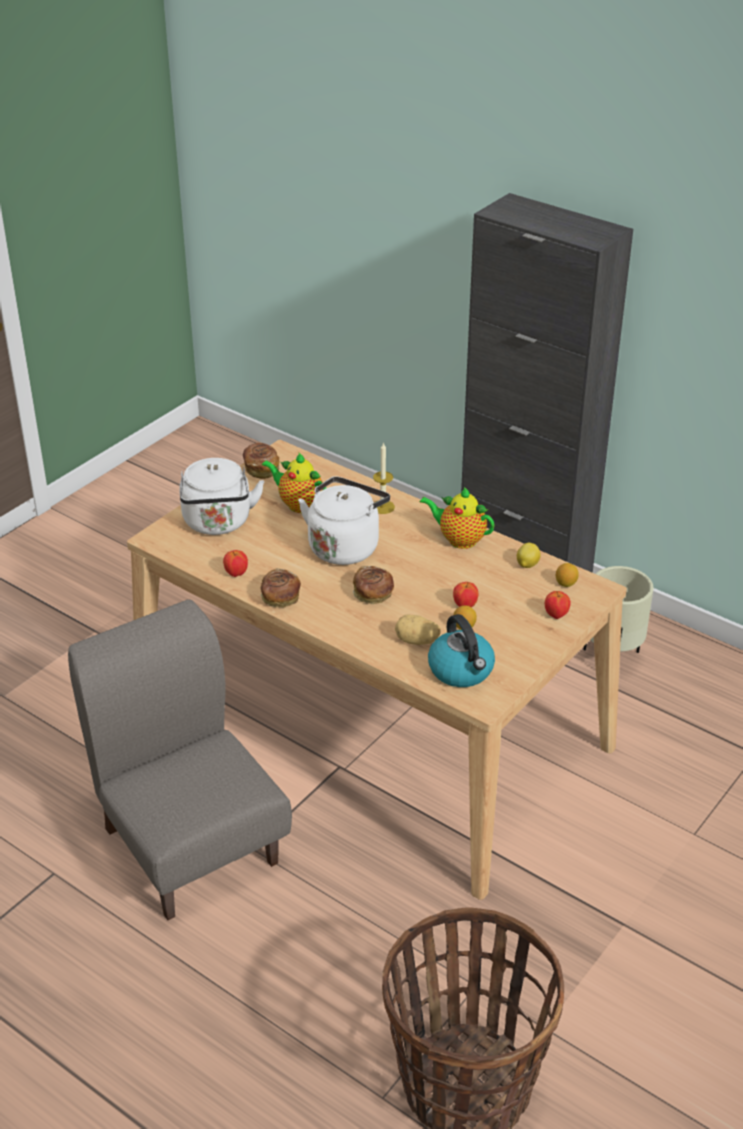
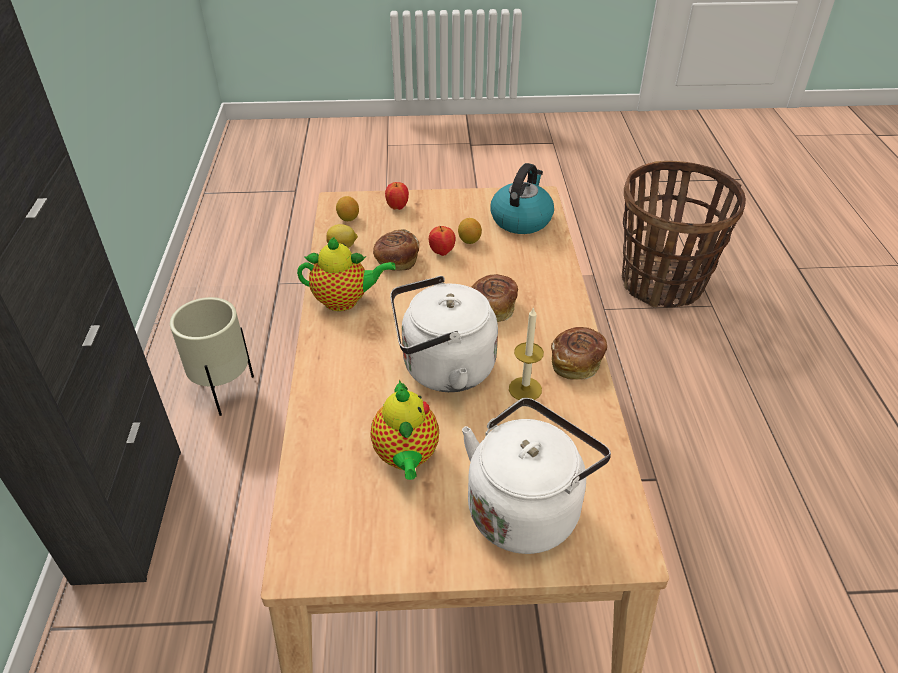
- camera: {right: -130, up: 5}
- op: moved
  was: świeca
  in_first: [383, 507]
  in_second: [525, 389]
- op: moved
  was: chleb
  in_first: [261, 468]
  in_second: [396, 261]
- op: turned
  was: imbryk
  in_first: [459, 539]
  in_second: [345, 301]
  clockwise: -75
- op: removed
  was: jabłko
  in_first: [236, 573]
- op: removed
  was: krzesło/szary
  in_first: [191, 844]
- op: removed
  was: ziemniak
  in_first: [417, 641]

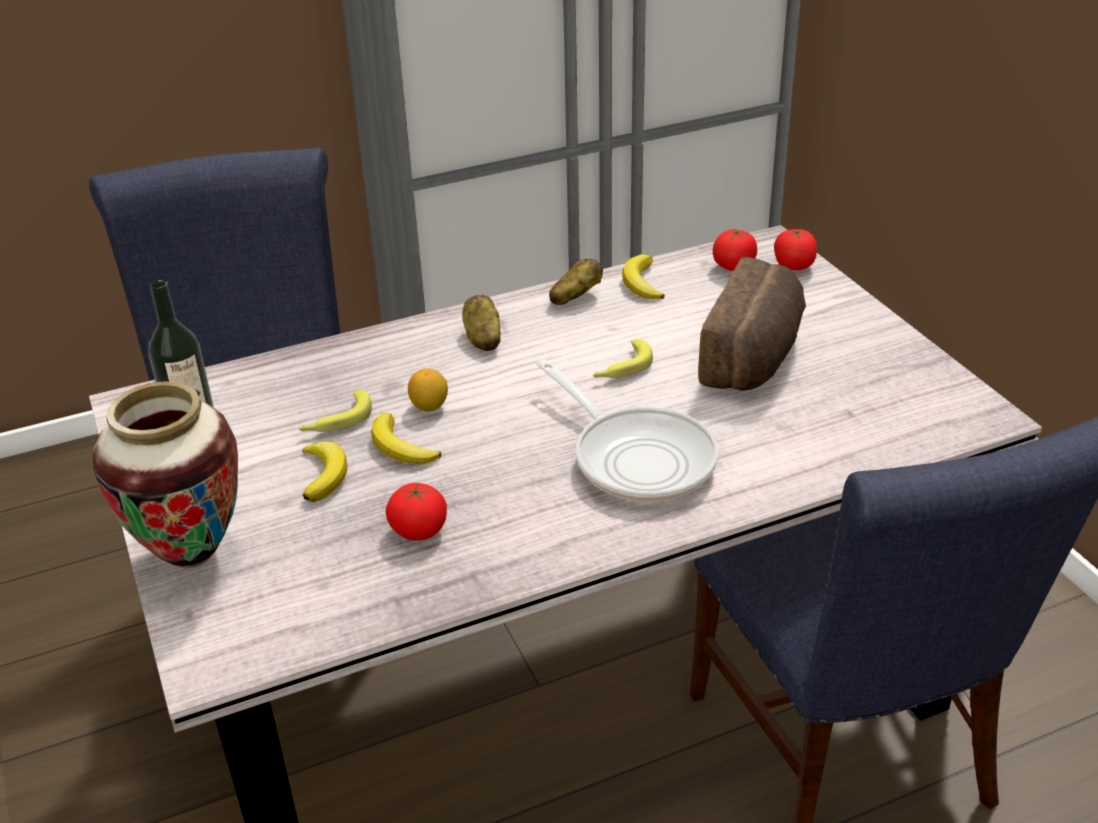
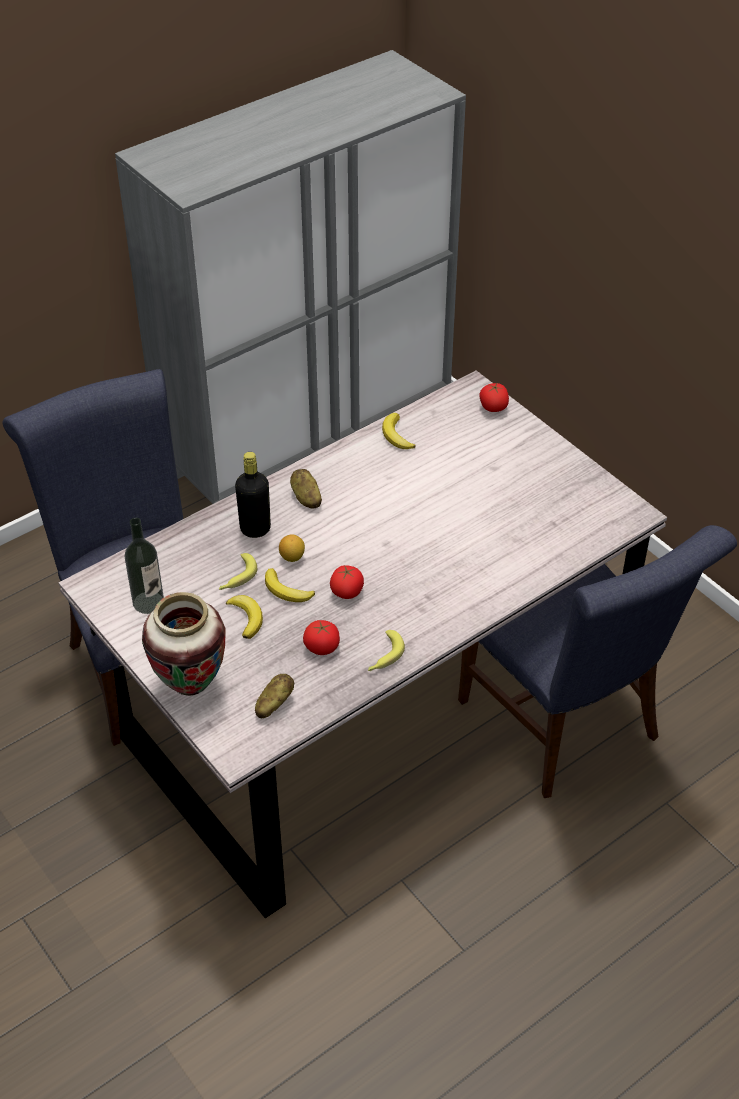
- camera: {right: -15, up: 10}
- op: moved
  was: pomidor
  in_first: [733, 267]
  in_second: [347, 592]
- op: removed
  was: chleb
  in_first: [755, 356]
- op: moved
  was: ziemniak
  in_first: [575, 297]
  in_second: [274, 704]
- op: moved
  was: banan
  in_first: [621, 368]
  in_second: [384, 656]
- op: removed
  was: patelnia
  in_first: [637, 457]
- op: added
  now: butelka/czarny
  in_second: [255, 529]

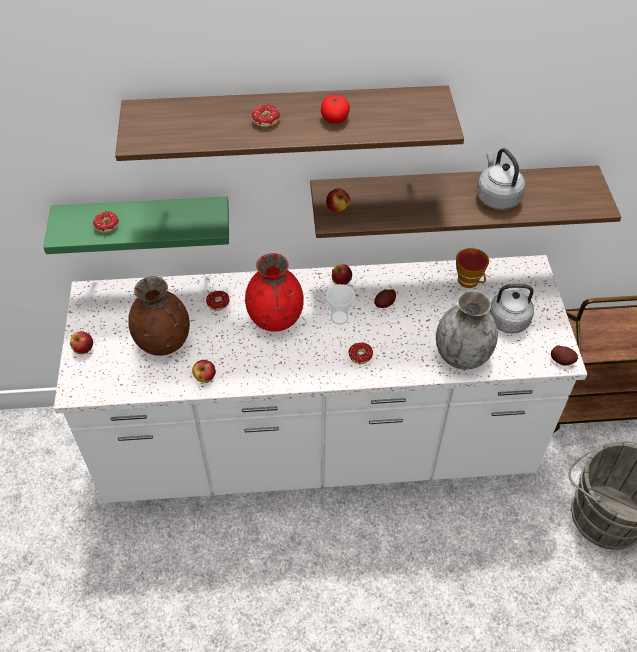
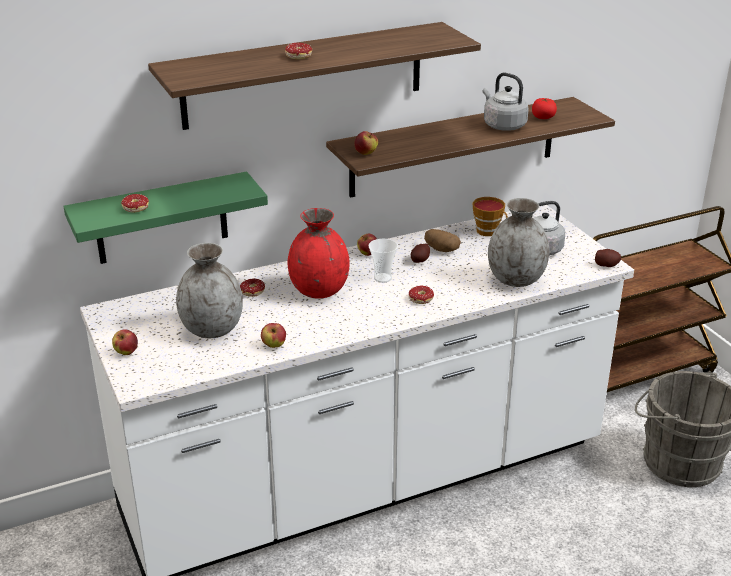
- camera: {right: -20, up: -20}
- op: moved
  was: pomidor
  in_first: [334, 118]
  in_second: [543, 117]
- op: recoloured
  was: wazon/brązowy
  now: wazon/szary
  in_first: [164, 341]
  in_second: [212, 329]
- op: added
  now: ziemniak
  in_second: [441, 249]

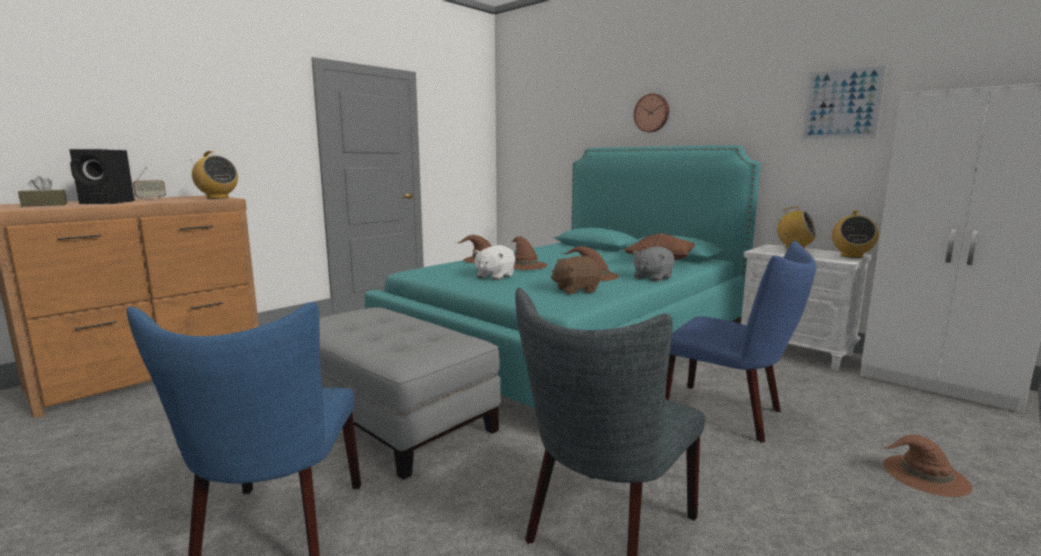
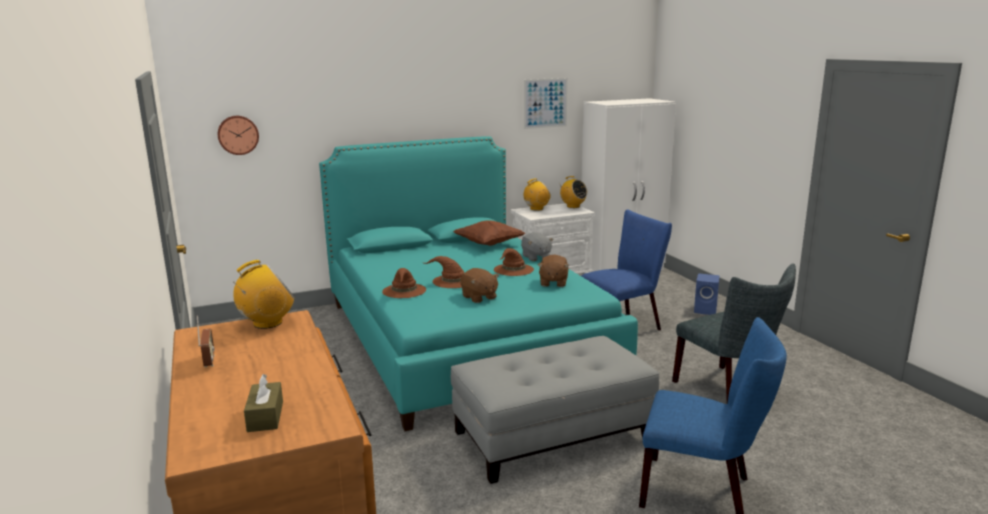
- camera: {right: -65, up: 5}
- op: moved
  was: zegar ścienny
  in_first: [652, 113]
  in_second: [238, 135]
- op: removed
  was: głośnik/czarny
  in_first: [109, 202]
- op: recoloured
  was: pluszak/biały
  now: pluszak/brązowy
  in_first: [494, 276]
  in_second: [479, 297]
- op: replaced
  was: kapelusz/brązowy
  now: głośnik/niebieski
  in_first: [925, 475]
  in_second: [706, 310]

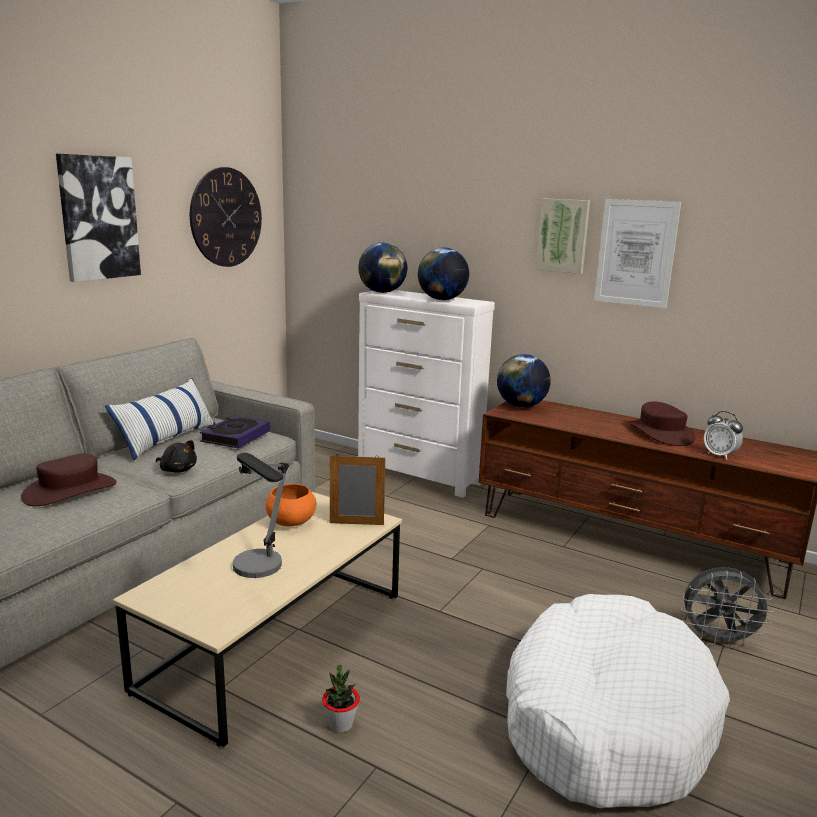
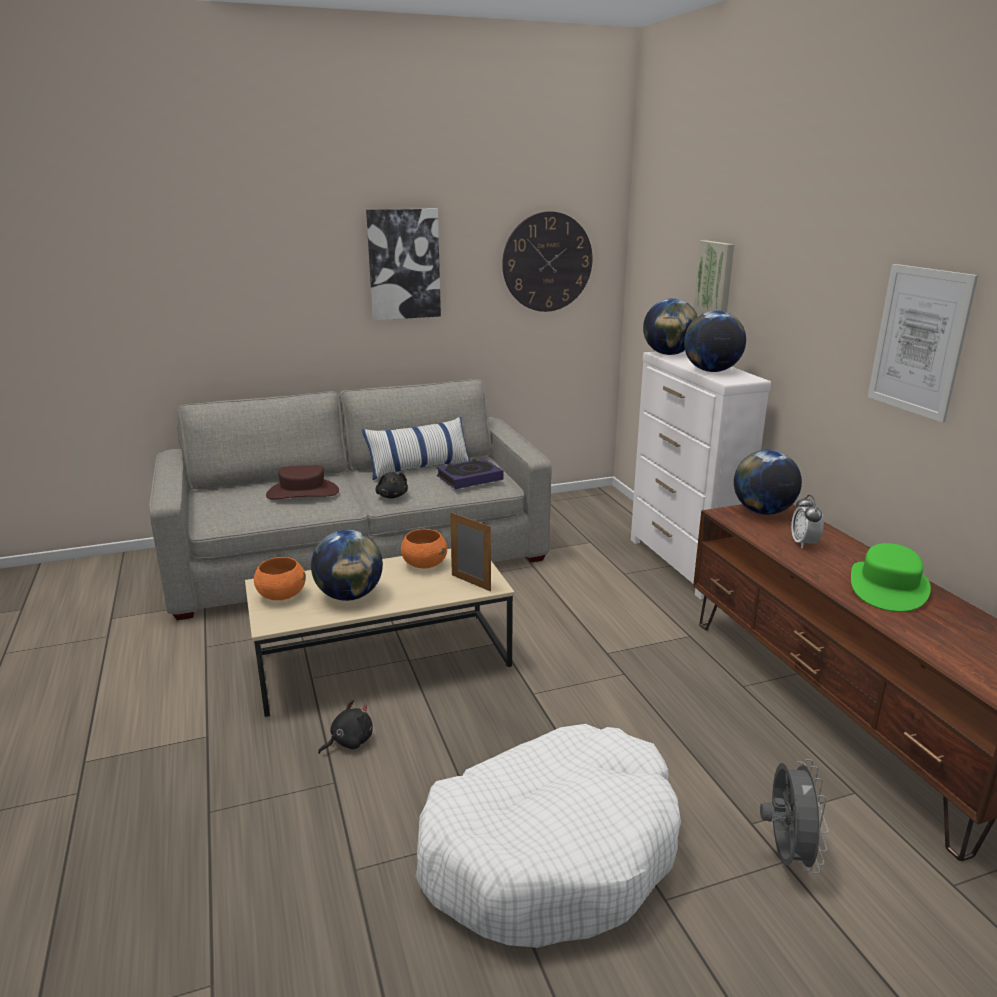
- camera: {right: 40, up: 5}
- op: moved
  was: obraz
  in_first: [563, 235]
  in_second: [715, 280]
- op: recoloured
  was: kapelusz/brązowy
  now: kapelusz/zielony
  in_first: [660, 433]
  in_second: [888, 587]
- op: moved
  was: budzik
  in_first: [720, 455]
  in_second: [804, 543]
- op: replaced
  was: lampa stołowa
  now: globus
  in_first: [262, 572]
  in_second: [349, 596]
- op: turned
  was: wentylator/szary
  in_first: [718, 640]
  in_second: [786, 854]
  clockwise: -135
- op: replaced
  was: roślina doniczkowa
  now: pluszak/czarny
  in_first: [340, 724]
  in_second: [349, 741]
- op: added
  now: miska/pomarańczowy
  in_second: [281, 596]

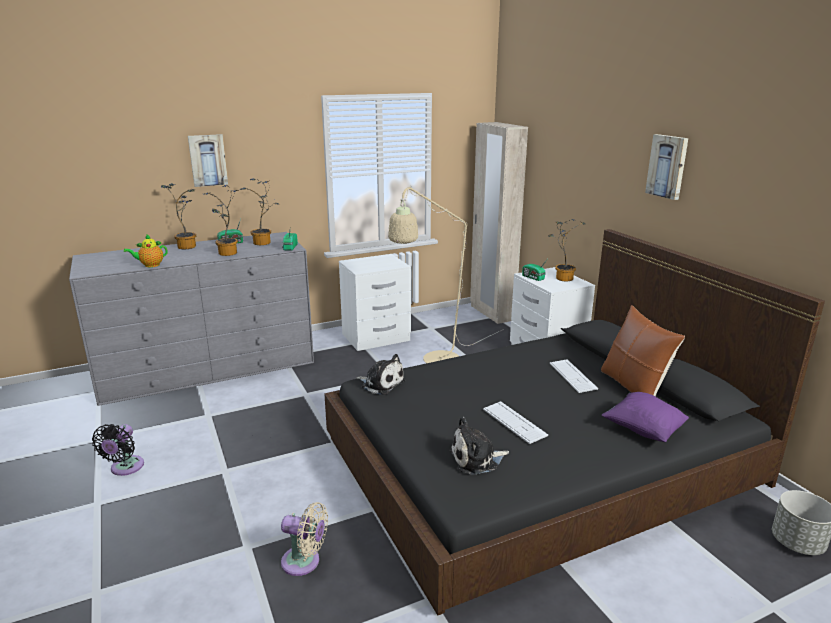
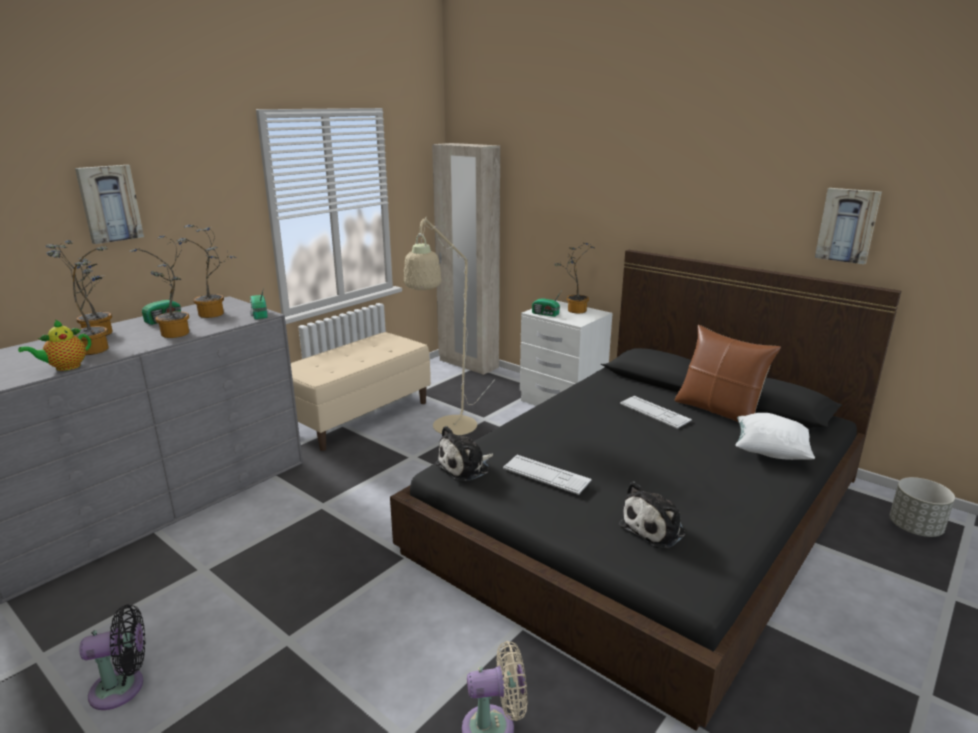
- camera: {right: -25, up: 0}
- op: moved
  was: obraz
  in_first: [668, 166]
  in_second: [847, 225]
- op: replaced
  was: szafka nocna/biały
  now: ławka/beżowy
  in_first: [376, 338]
  in_second: [359, 416]
- op: turned
  was: pluszak
  in_first: [381, 383]
  in_second: [466, 467]
  clockwise: 135
- op: recoloured
  was: poduszka/fioletowy
  now: poduszka/biały
  in_first: [643, 430]
  in_second: [770, 452]
- op: moved
  was: klawiatura
  in_first: [514, 422]
  in_second: [546, 475]
- op: turned
  was: wentylator/czarny
  in_first: [125, 468]
  in_second: [123, 687]
  clockwise: -90
- op: added
  now: roślina doniczkowa
  in_second: [96, 348]

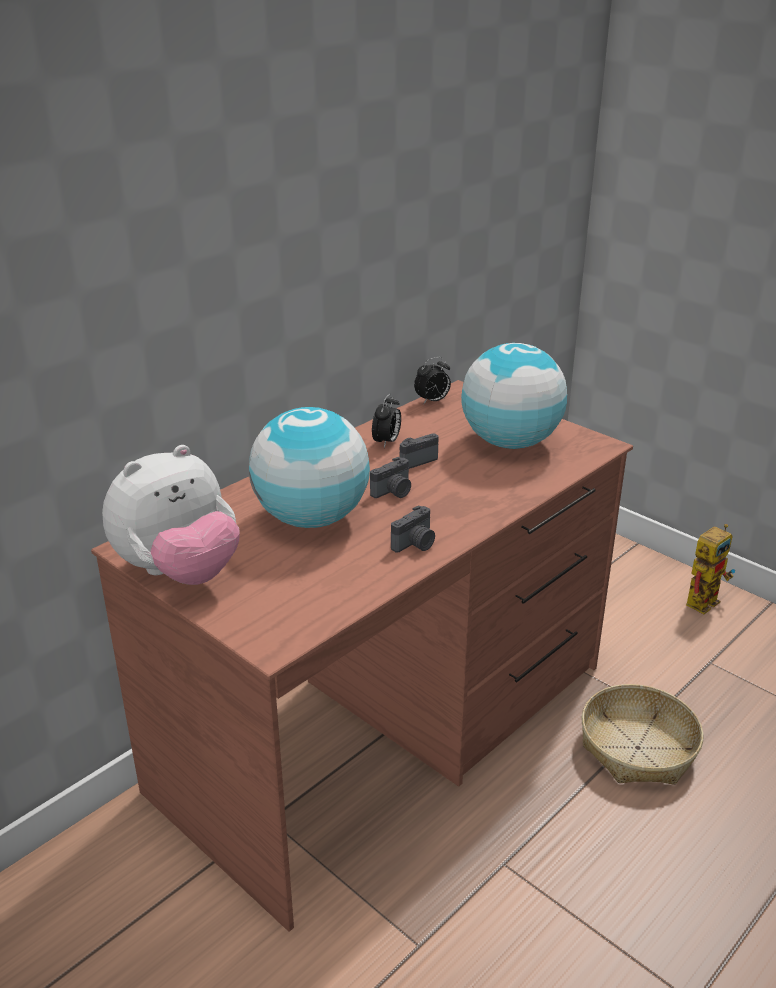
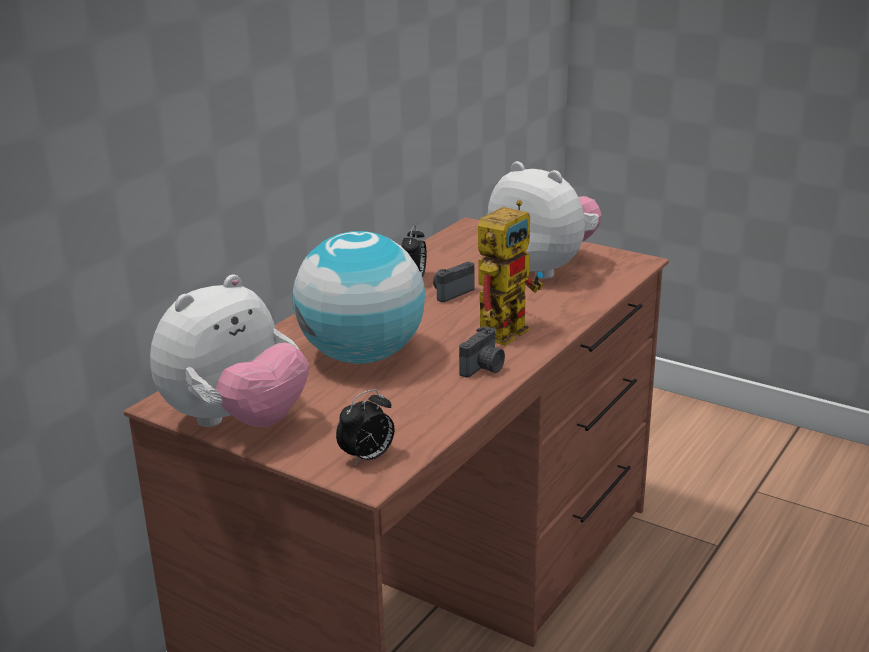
- camera: {right: -10, up: -5}
- op: replaced
  was: globus
  now: pluszak
  in_first: [510, 442]
  in_second: [543, 268]
- op: moved
  was: budzik
  in_first: [432, 401]
  in_second: [367, 458]
- op: removed
  was: aparat fotograficzny
  in_first: [393, 492]
- op: moved
  was: robot zabawkowy
  in_first: [704, 599]
  in_second: [506, 327]
- op: removed
  was: koszyk
  in_first: [638, 748]

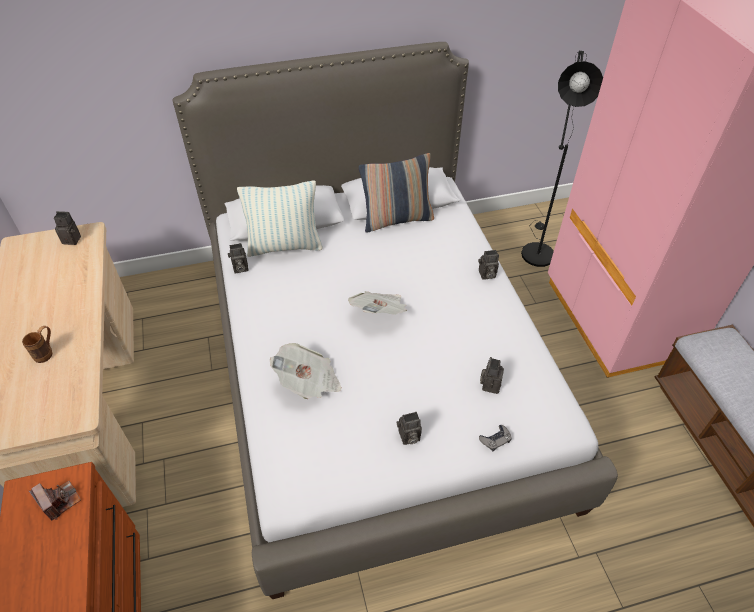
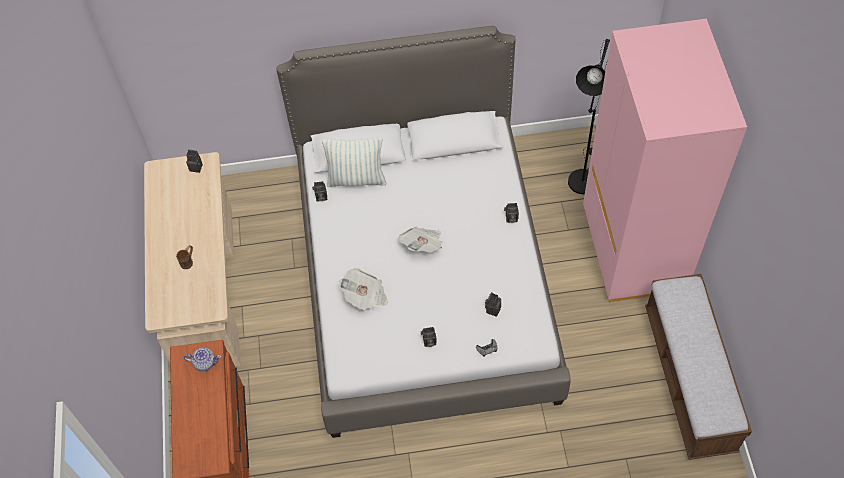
- camera: {right: 10, up: 10}
- op: removed
  was: poduszka
  in_first: [397, 219]
- op: replaced
  was: aparat fotograficzny
  now: imbryk
  in_first: [59, 501]
  in_second: [205, 362]

